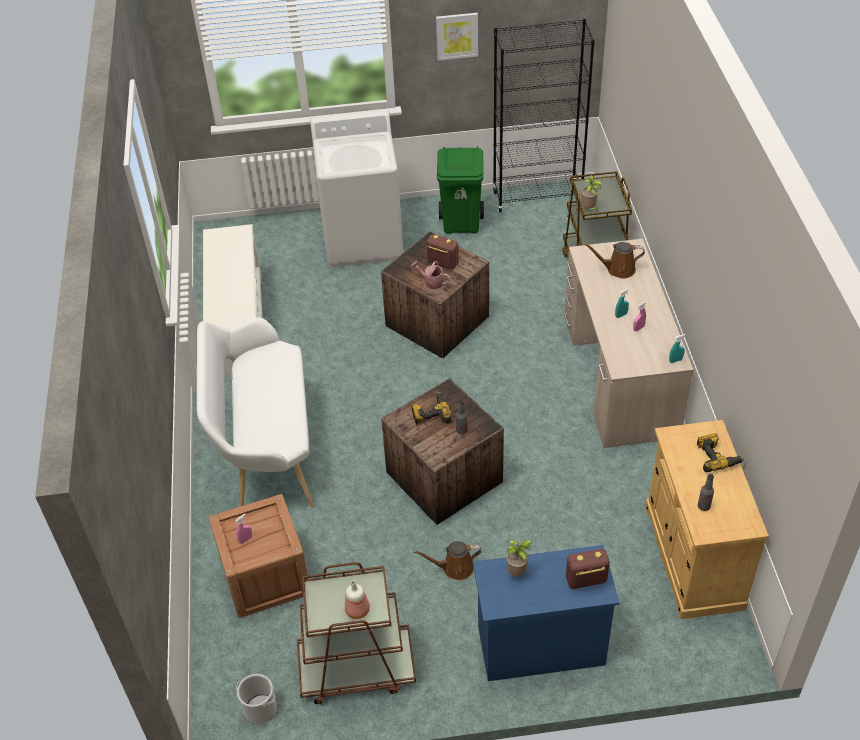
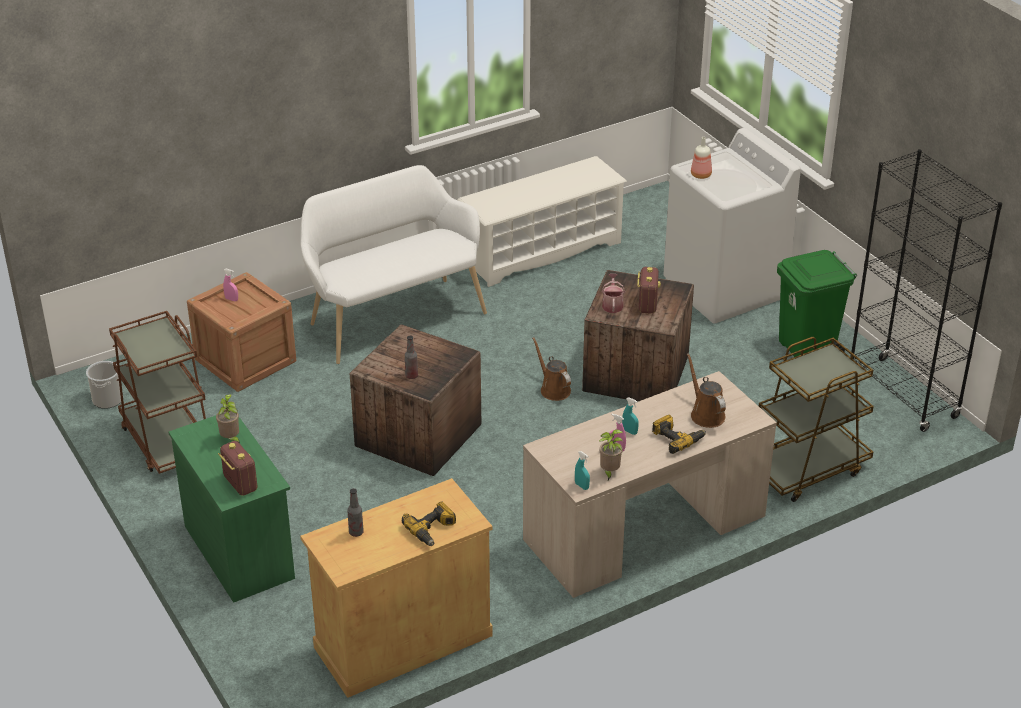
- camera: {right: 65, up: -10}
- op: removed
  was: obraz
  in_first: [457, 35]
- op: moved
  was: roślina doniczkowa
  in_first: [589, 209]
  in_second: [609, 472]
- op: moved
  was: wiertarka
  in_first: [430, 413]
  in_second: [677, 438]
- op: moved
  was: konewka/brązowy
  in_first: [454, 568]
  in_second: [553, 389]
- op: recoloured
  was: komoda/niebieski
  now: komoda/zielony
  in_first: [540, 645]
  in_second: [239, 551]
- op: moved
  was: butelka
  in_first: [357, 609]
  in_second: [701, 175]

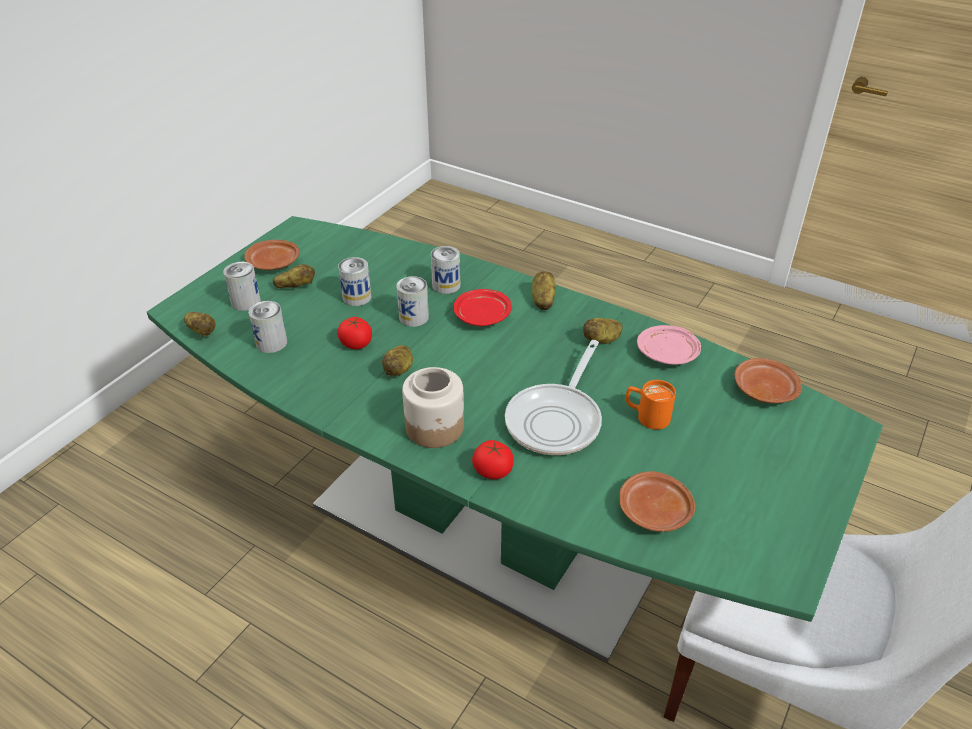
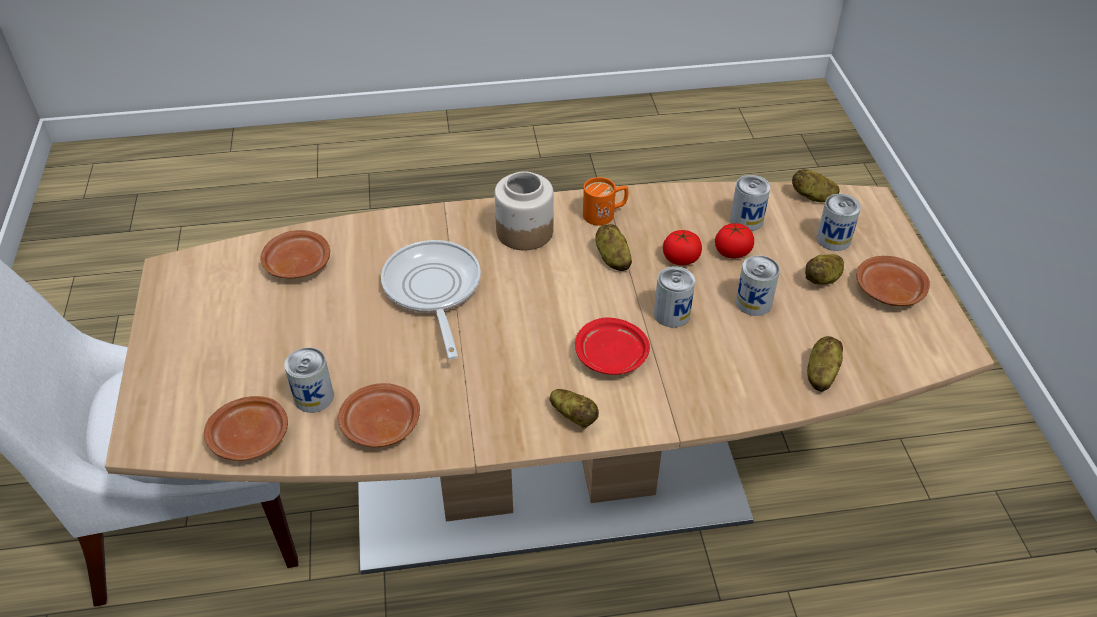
- camera: {right: 140, up: 5}
- op: recoloured
  was: stół jadalny/zielony
  now: stół jadalny/brązowy
  in_first: [486, 531]
  in_second: [547, 482]
- op: moved
  was: puszka
  in_first: [446, 285]
  in_second: [314, 397]
- op: moved
  was: ziemniak
  in_first: [602, 340]
  in_second: [820, 373]
- op: recoloured
  was: talerz/różowy
  now: talerz/brązowy
  in_first: [668, 354]
  in_second: [380, 425]
- op: moved
  was: kubek/pomarańczowy
  in_first: [646, 416]
  in_second: [605, 214]
- op: moved
  was: pomidor
  in_first: [493, 471]
  in_second: [732, 252]

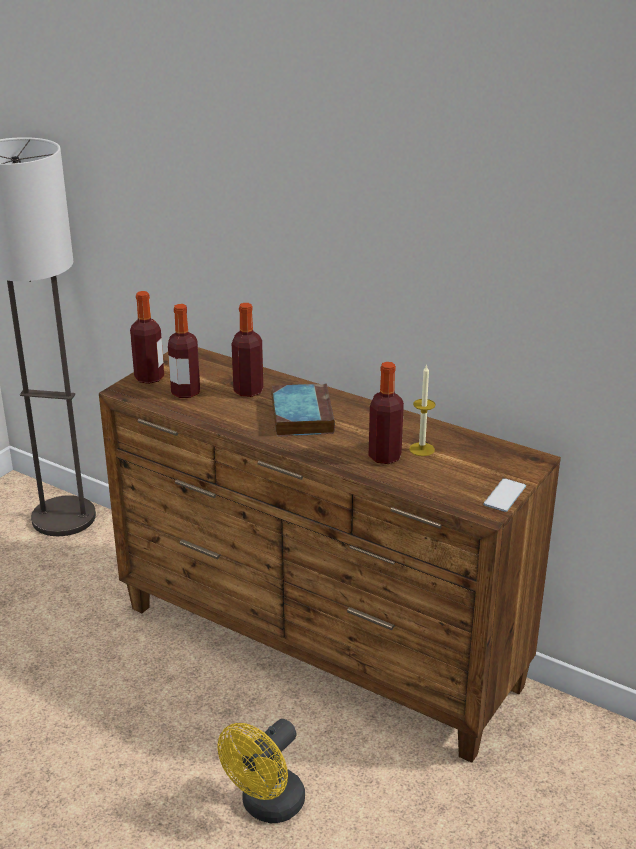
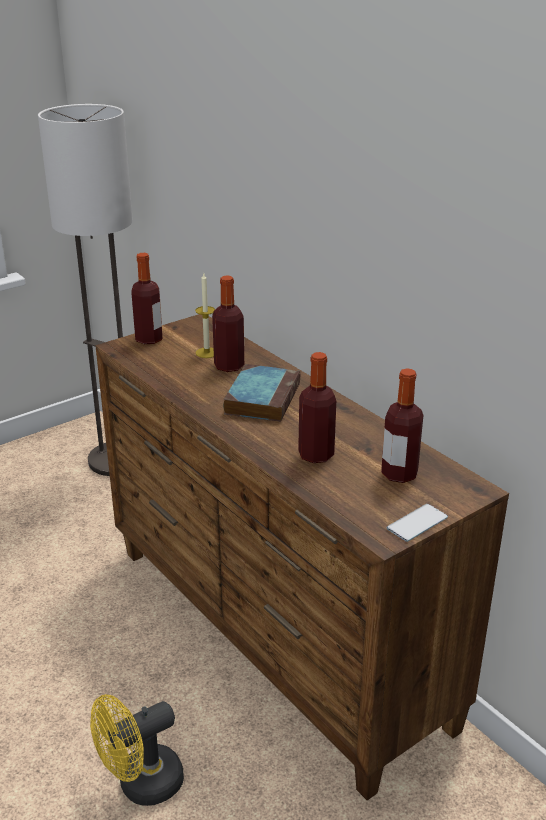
- camera: {right: 20, up: 0}
- op: moved
  was: butelka
  in_first: [185, 392]
  in_second: [399, 474]
- op: moved
  was: świeca
  in_first: [421, 449]
  in_second: [207, 353]

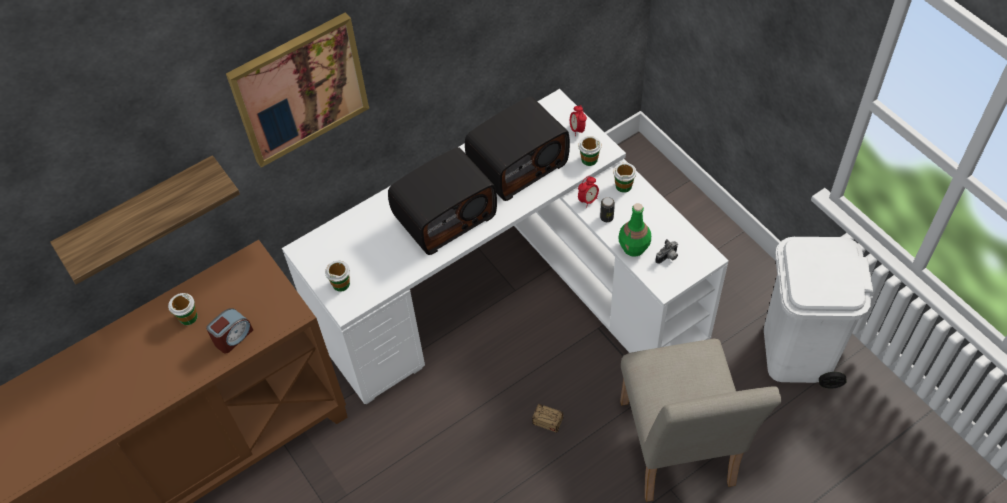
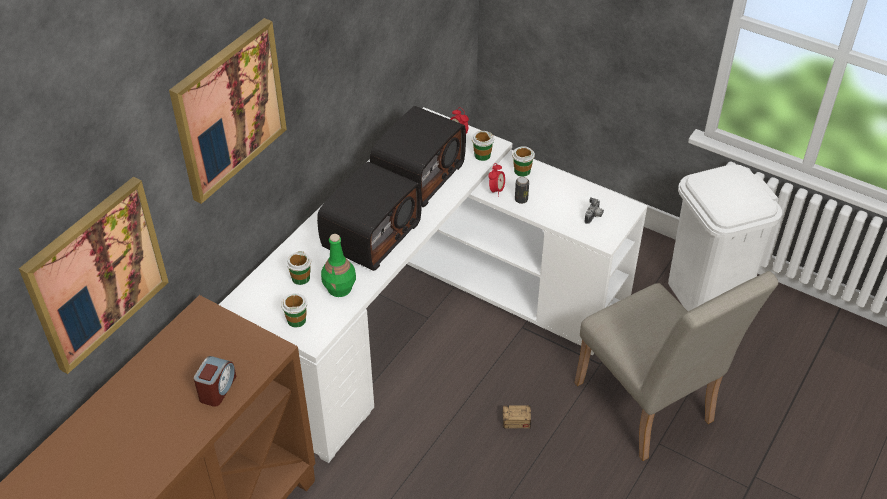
- camera: {right: -25, up: -10}
- op: replaced
  was: półka
  now: obraz
  in_first: [142, 216]
  in_second: [96, 273]
- op: moved
  was: butelka/zielony
  in_first: [634, 247]
  in_second: [340, 288]
- op: moved
  was: filiżanka
  in_first: [188, 317]
  in_second: [300, 278]

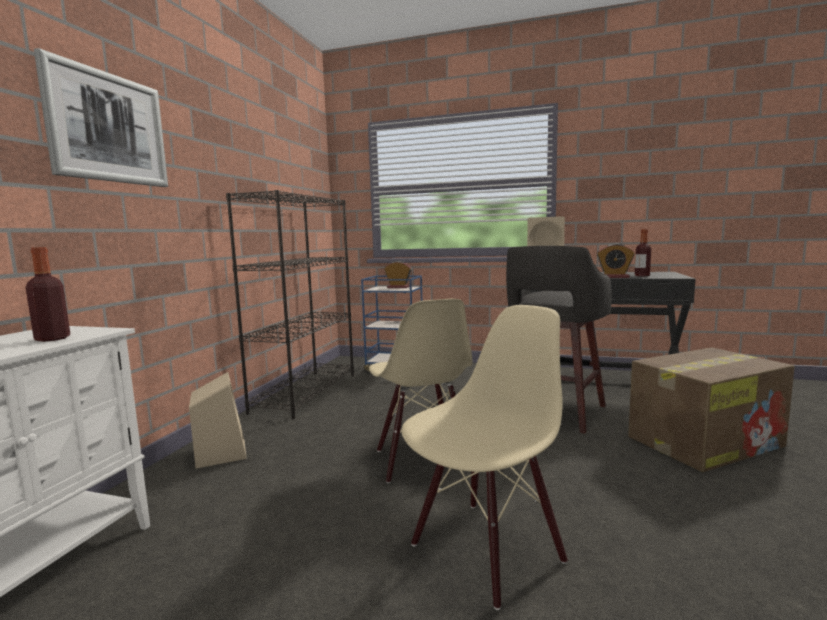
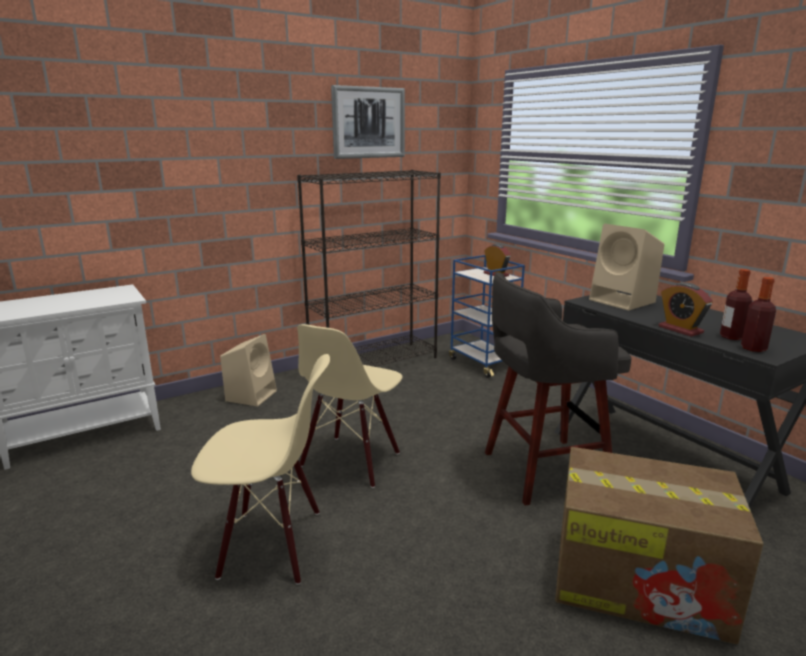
- camera: {right: 40, up: 10}
- op: moved
  was: obraz
  in_first: [108, 128]
  in_second: [368, 122]
- op: moved
  was: butelka
  in_first: [52, 339]
  in_second: [753, 348]

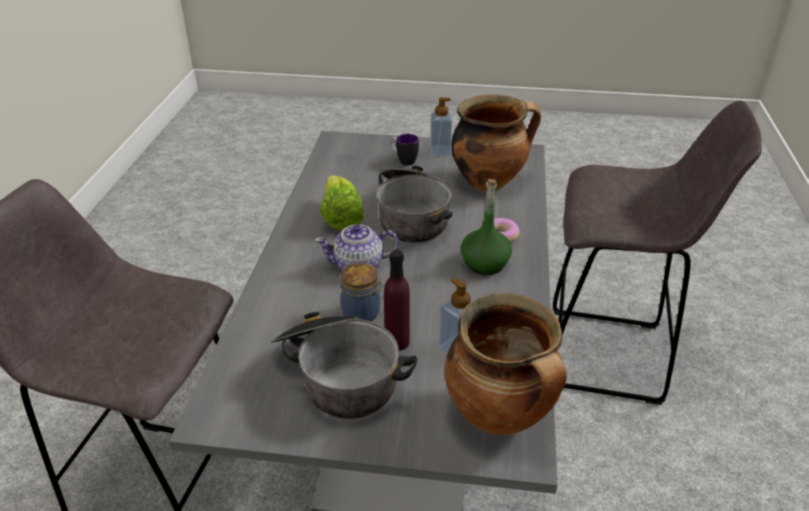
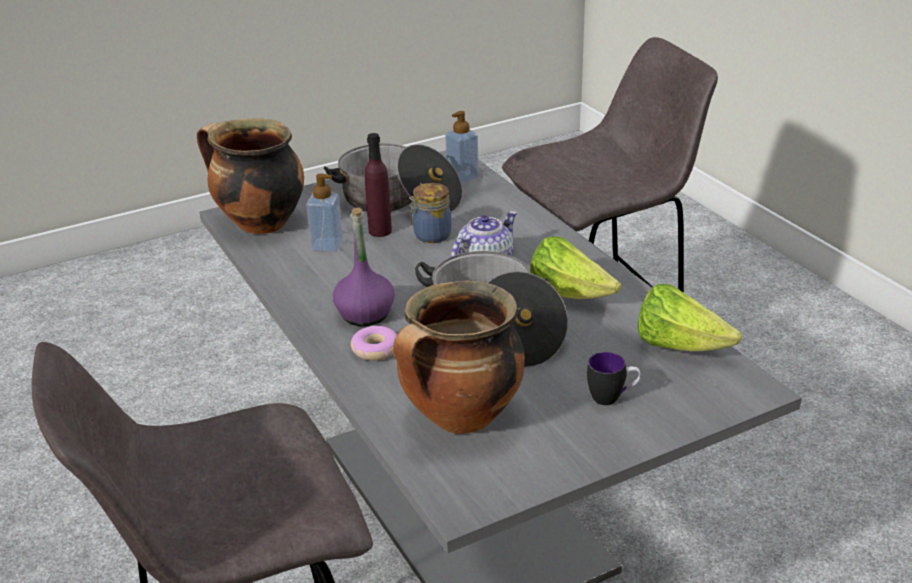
- camera: {right: 145, up: -5}
- op: moved
  was: dozownik mydła
  in_first: [440, 151]
  in_second: [462, 177]
- op: recoloured
  was: butelka/zielony
  now: butelka/fioletowy
  in_first: [485, 263]
  in_second: [365, 314]
- op: added
  now: sałata
  in_second: [680, 346]

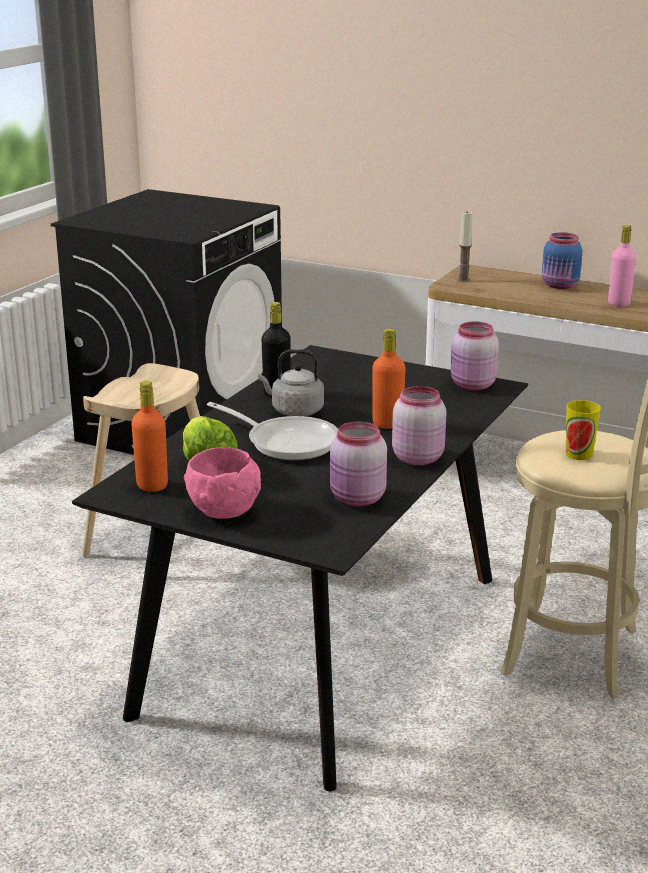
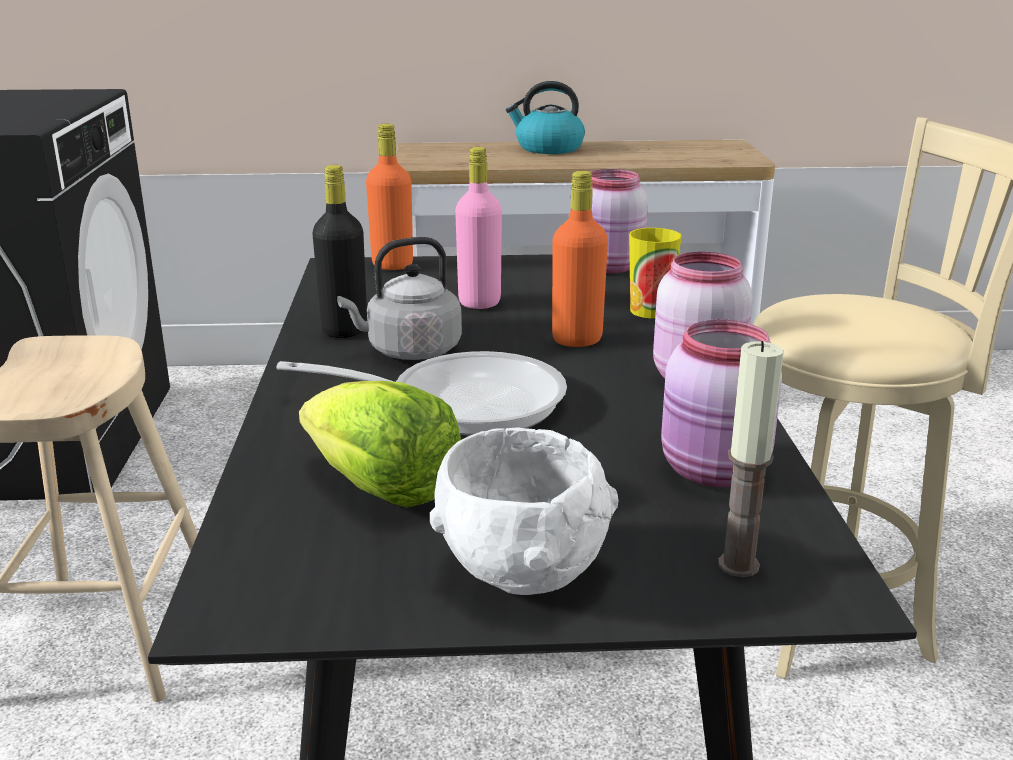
- camera: {right: -30, up: 0}
- op: moved
  was: świeca
  in_first: [463, 280]
  in_second: [738, 565]
- op: moved
  was: butelka/różowy
  in_first: [619, 304]
  in_second: [479, 302]
- op: replaced
  was: słoik/niebieski
  now: czajnik
  in_first: [560, 285]
  in_second: [548, 148]
- op: moved
  was: butelka/pomarańczowy
  in_first: [152, 485]
  in_second: [392, 265]
- op: moved
  was: filiżanka
  in_first: [579, 454]
  in_second: [650, 311]
- op: recoloured
  was: miska/różowy
  now: miska/biały
  in_first: [224, 511]
  in_second: [521, 571]

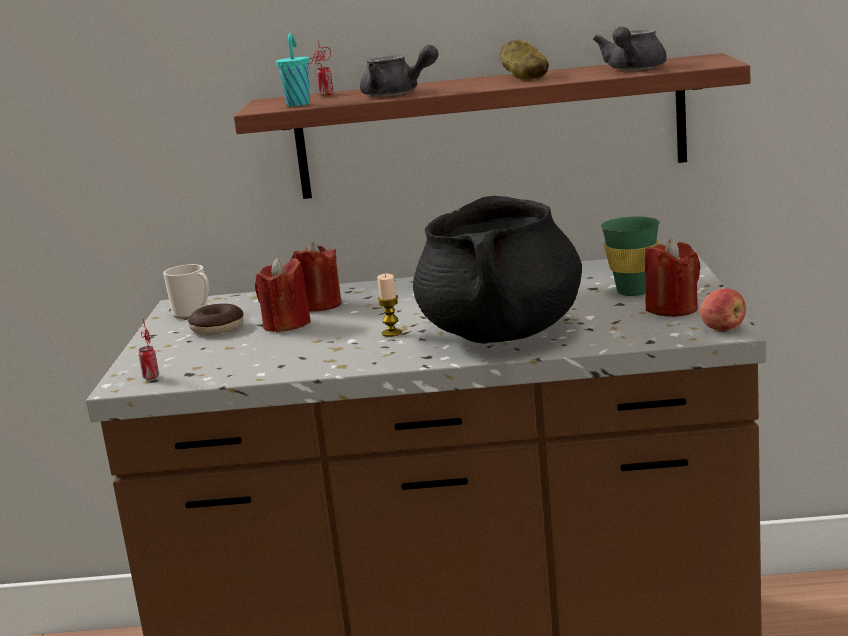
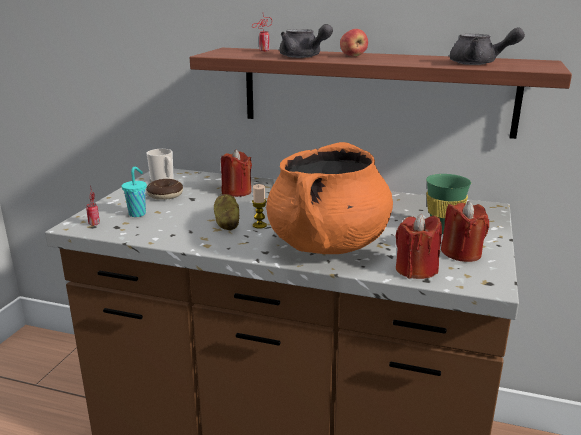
- camera: {right: 15, up: 5}
- op: turned
  was: imbryk/szary
  in_first: [632, 69]
  in_second: [479, 63]
  clockwise: -105
- op: moved
  was: filiżanka/turkusowy
  in_first: [298, 104]
  in_second: [138, 213]
- op: moved
  was: ziemniak
  in_first: [524, 78]
  in_second: [227, 224]
- op: recoloured
  was: garnek/czarny
  now: garnek/pomarańczowy
  in_first: [502, 334]
  in_second: [328, 244]
- op: moved
  was: świeca/czerwony
  in_first: [286, 325]
  in_second: [416, 270]
- op: moved
  was: jabłko
  in_first: [723, 329]
  in_second: [353, 56]

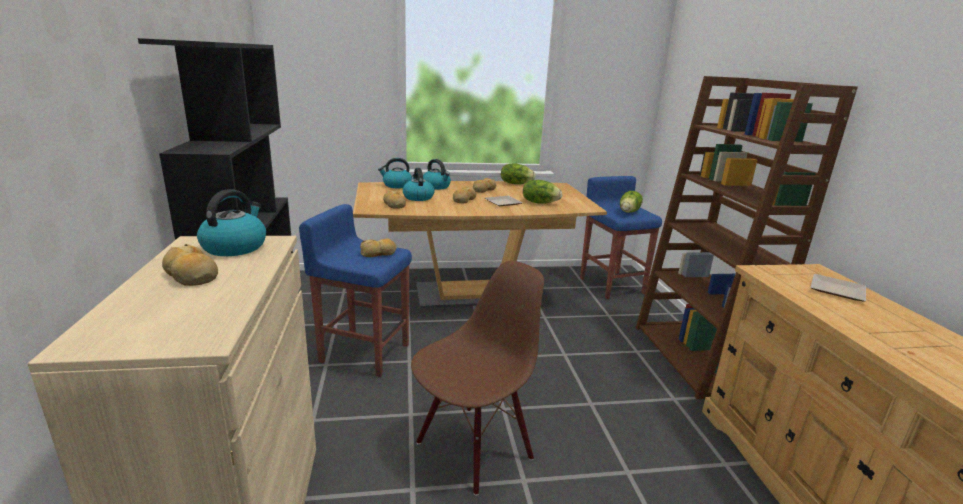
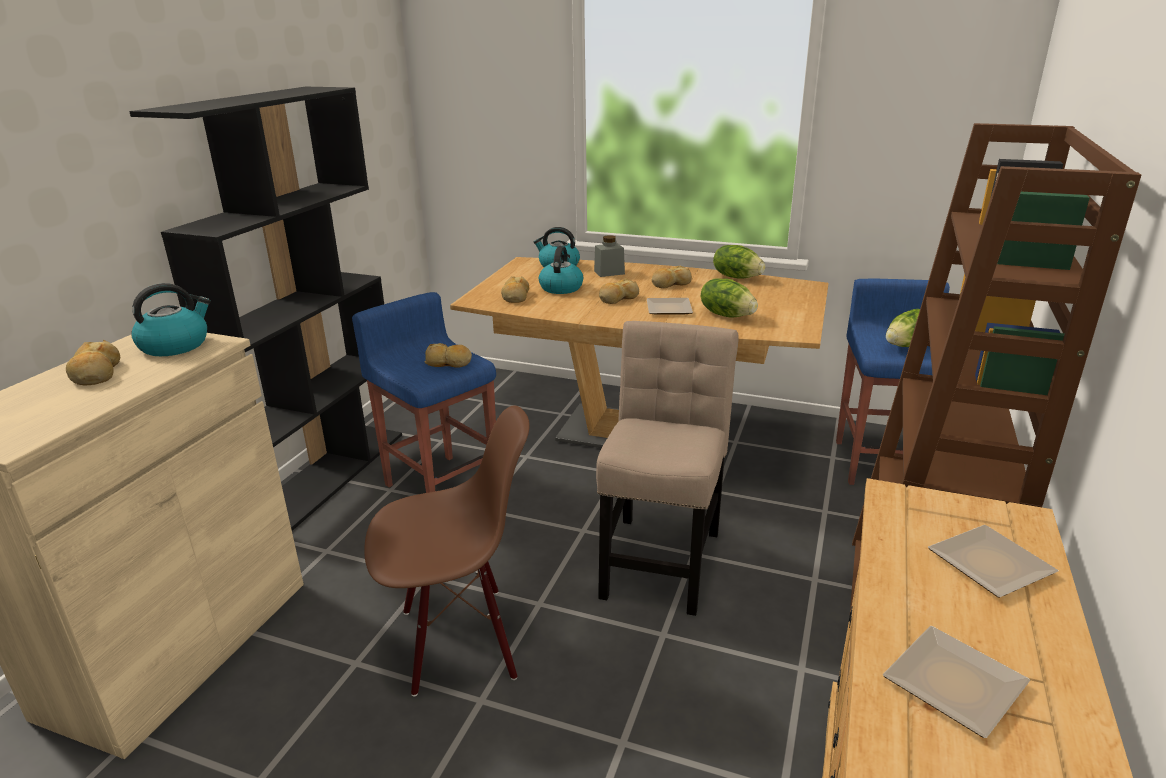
- camera: {right: 30, up: 5}
- op: replaced
  was: czajnik
  now: słoik/szary
  in_first: [436, 187]
  in_second: [609, 272]
- op: added
  now: krzesło/beżowy
  in_second: [661, 558]
- op: added
  now: talerz
  in_second: [959, 684]

